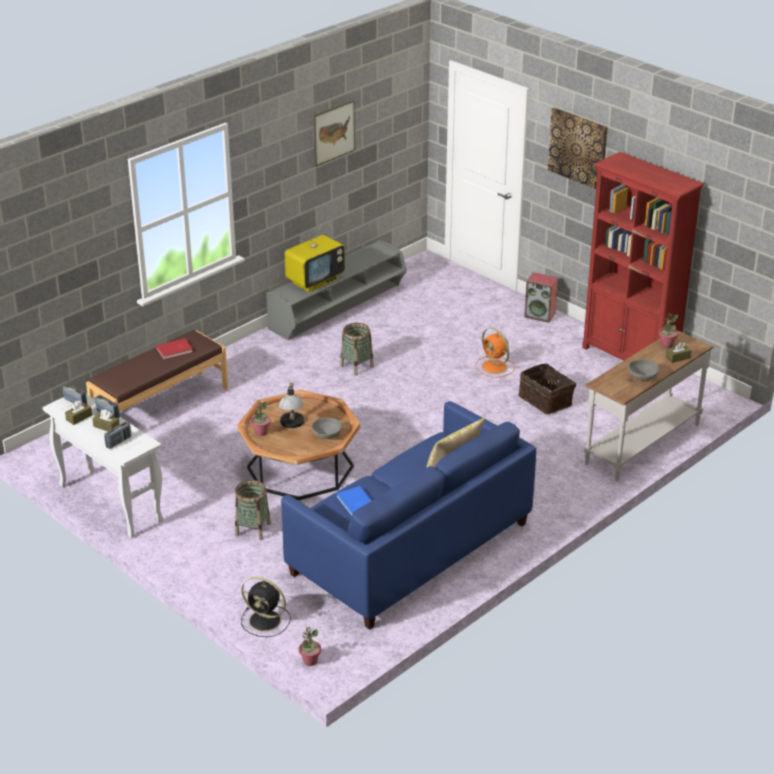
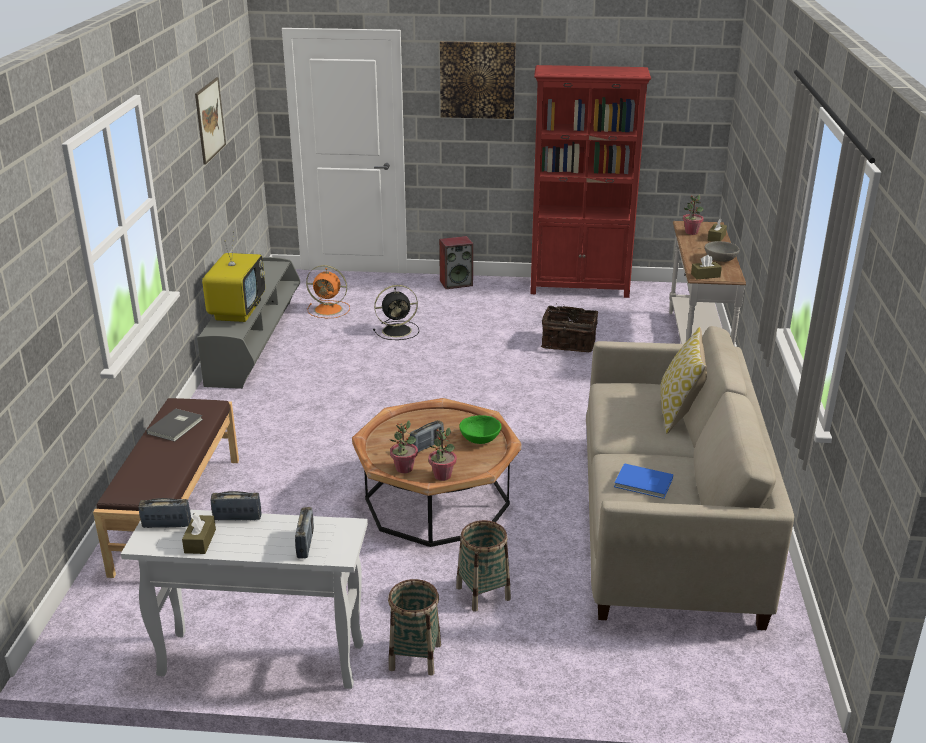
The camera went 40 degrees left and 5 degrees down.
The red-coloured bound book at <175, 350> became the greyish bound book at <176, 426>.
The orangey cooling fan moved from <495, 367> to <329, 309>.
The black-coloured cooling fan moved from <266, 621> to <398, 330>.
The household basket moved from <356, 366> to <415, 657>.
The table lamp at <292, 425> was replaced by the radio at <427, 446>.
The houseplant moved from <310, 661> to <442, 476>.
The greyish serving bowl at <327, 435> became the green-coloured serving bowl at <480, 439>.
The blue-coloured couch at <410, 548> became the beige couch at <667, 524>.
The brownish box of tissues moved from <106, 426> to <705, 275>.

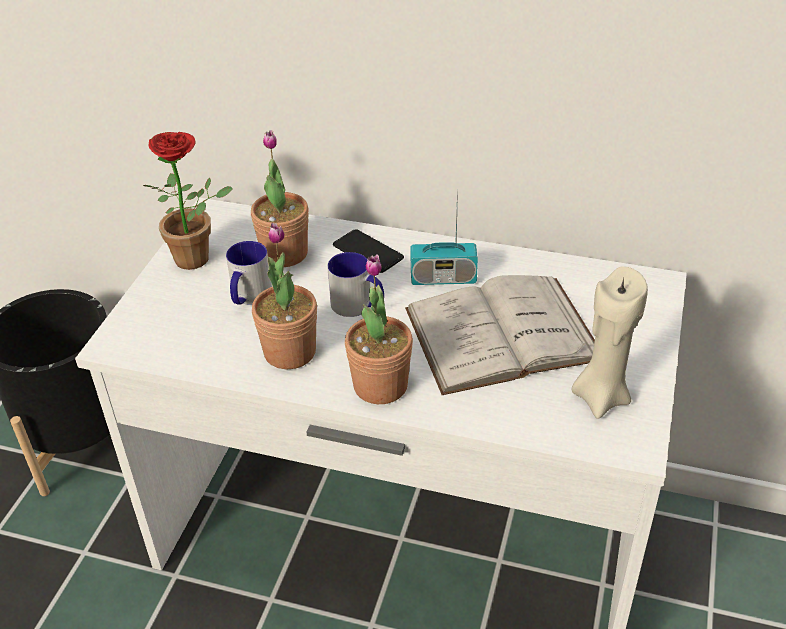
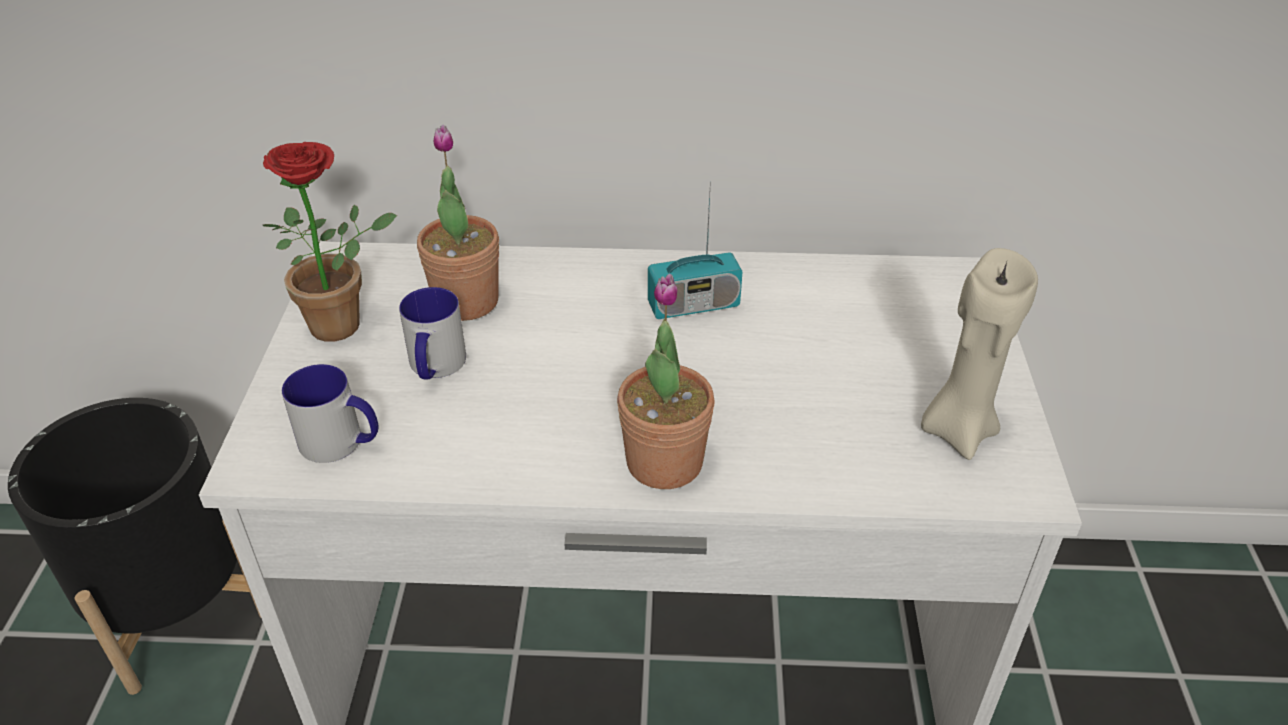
The camera went 15 degrees left and 0 degrees up.
The mug moved from <358, 306> to <341, 443>.
The houseplant at <290, 352> disappeared.
The telephone at <368, 252> disappeared.
The whitish bound book at <502, 334> disappeared.

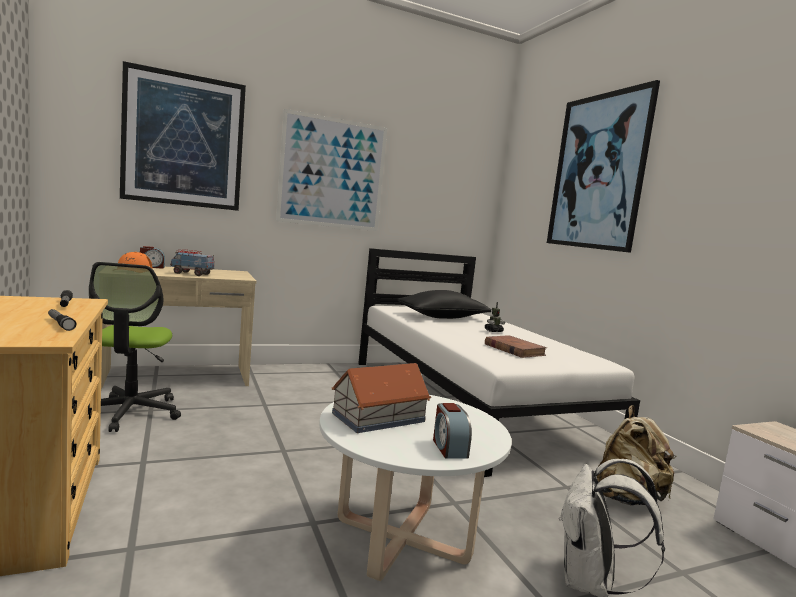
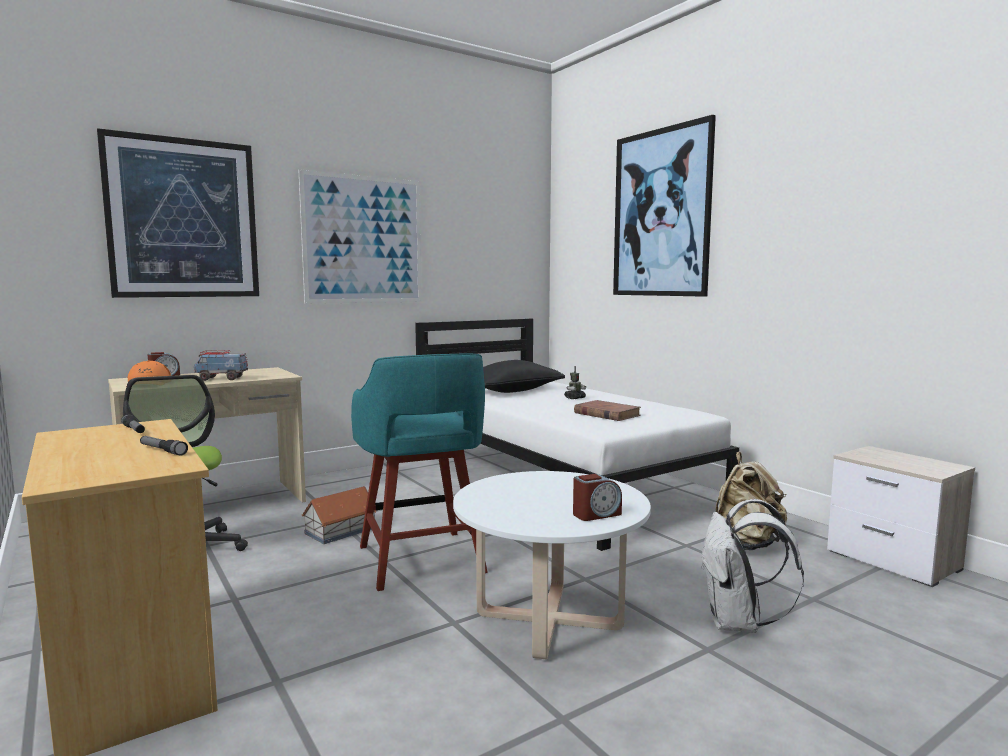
The camera went 10 degrees left and 0 degrees up.
The model house moved from <377, 417> to <339, 530>.
The turquoise sitting stool at <421, 561> appeared.
The bedside clock at <449, 448> turned 90 degrees counterclockwise.

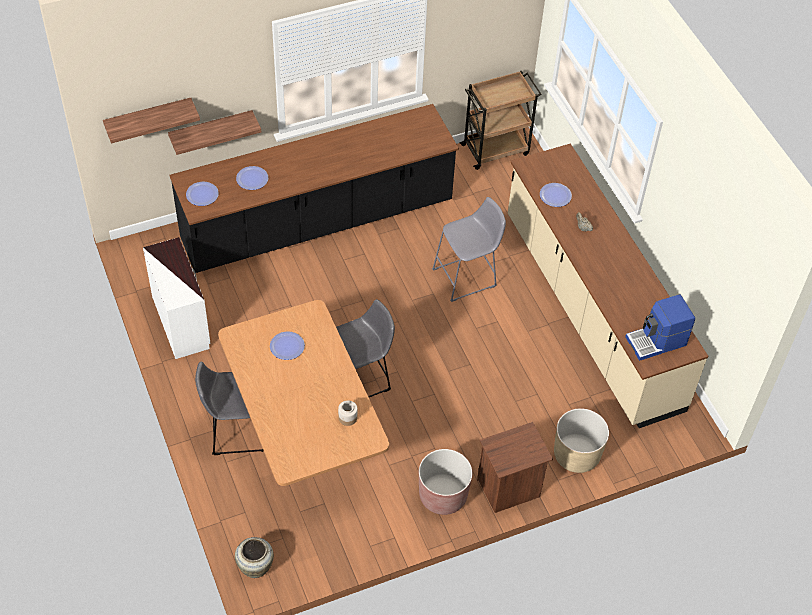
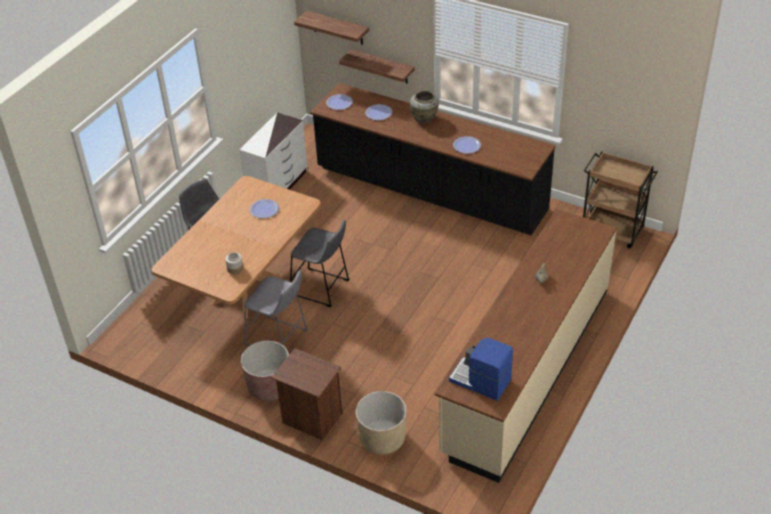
The camera went 55 degrees right and 10 degrees down.
The greyish sitting stool moved from <467, 277> to <279, 339>.
The beige vase moved from <256, 566> to <424, 119>.
The dinner plate moved from <555, 195> to <467, 145>.

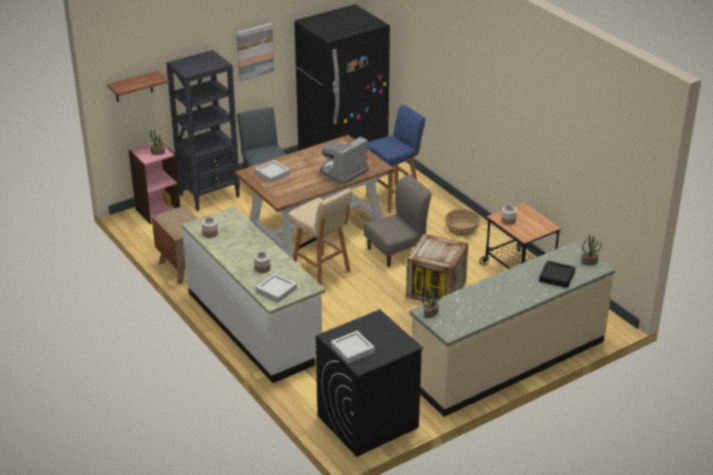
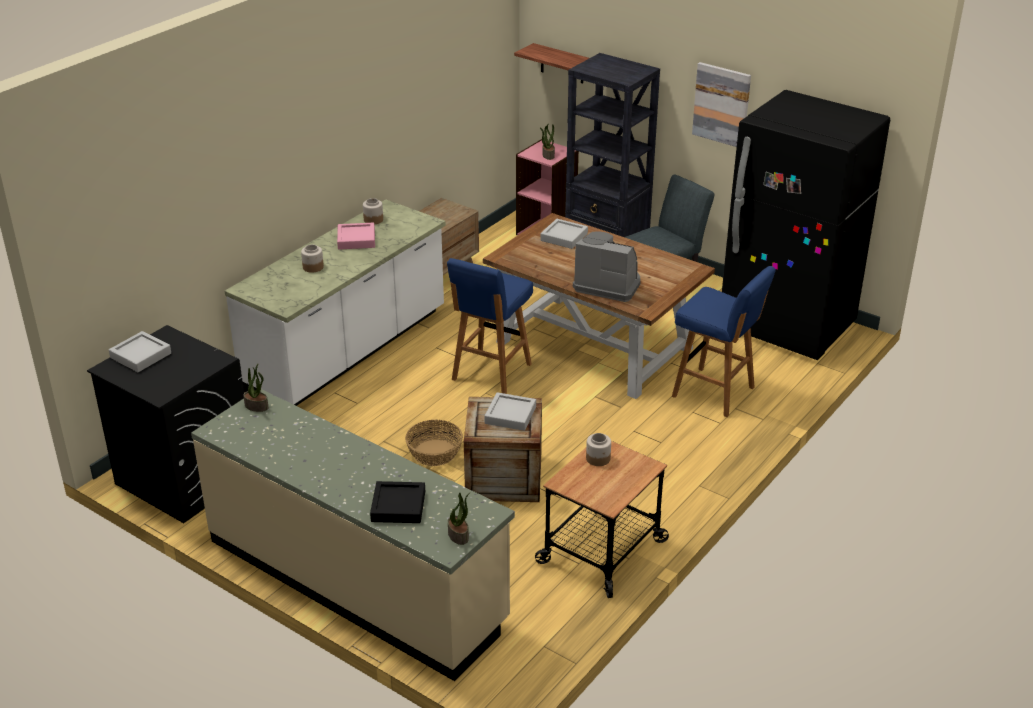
The camera went 70 degrees right and 0 degrees up.
The pink-coloured tray at <356, 239> appeared.
The household basket moved from <462, 229> to <434, 453>.
The beige sitting stool at <321, 271> became the blue-coloured sitting stool at <490, 373>.
The greyish tray moved from <276, 290> to <510, 415>.
The greyish upright chair at <396, 251> disappeared.

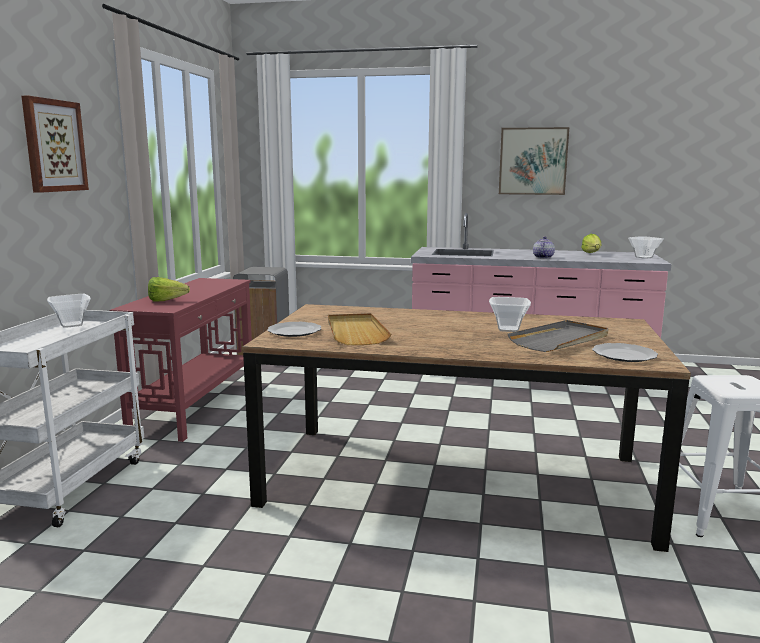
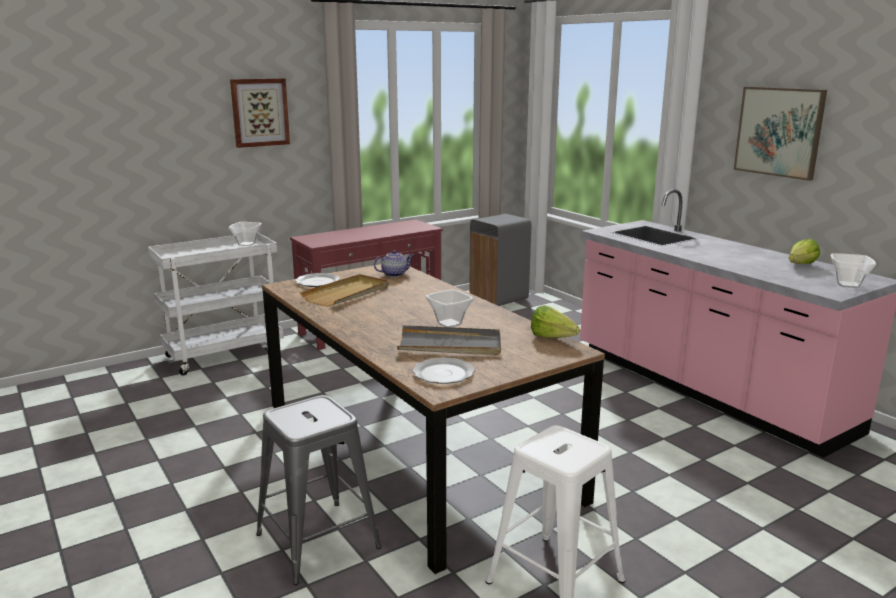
The camera went 45 degrees right and 5 degrees up.
The greyish sitting stool at <318, 541> appeared.
The teapot moved from <542, 257> to <394, 274>.
The lettuce head moved from <170, 301> to <555, 339>.

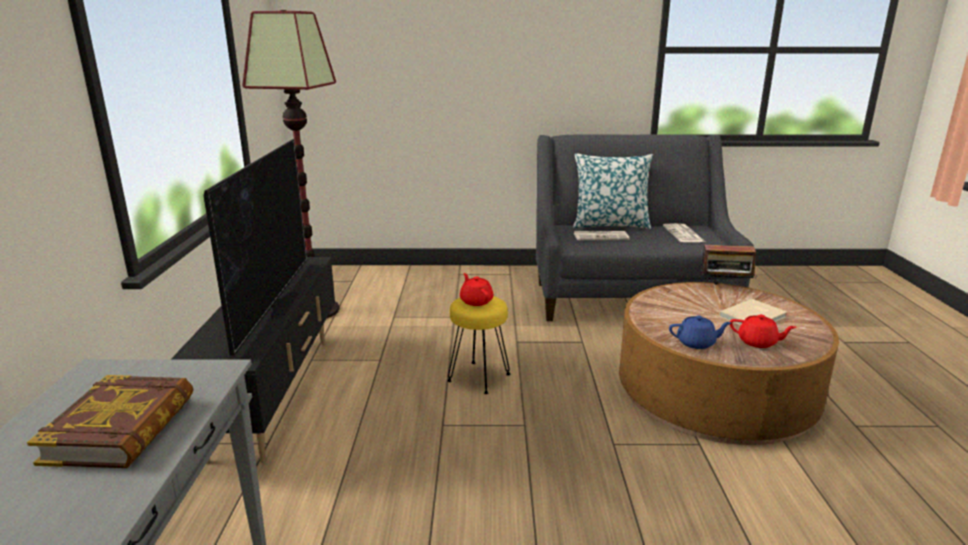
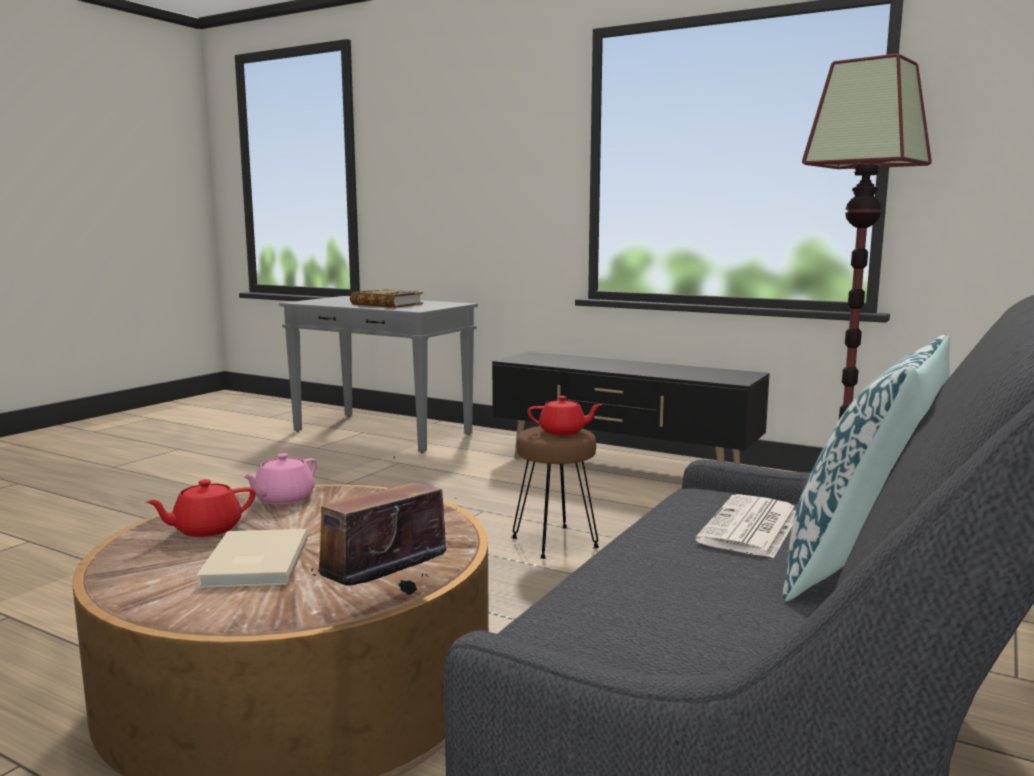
The camera went 120 degrees right and 10 degrees down.
The blue-coloured teapot at <696, 343> became the pink-coloured teapot at <283, 499>.
The yellow sitting stool at <478, 377> became the brownish sitting stool at <555, 542>.
The TV at <274, 304> disappeared.
The printed paper at <684, 234> disappeared.

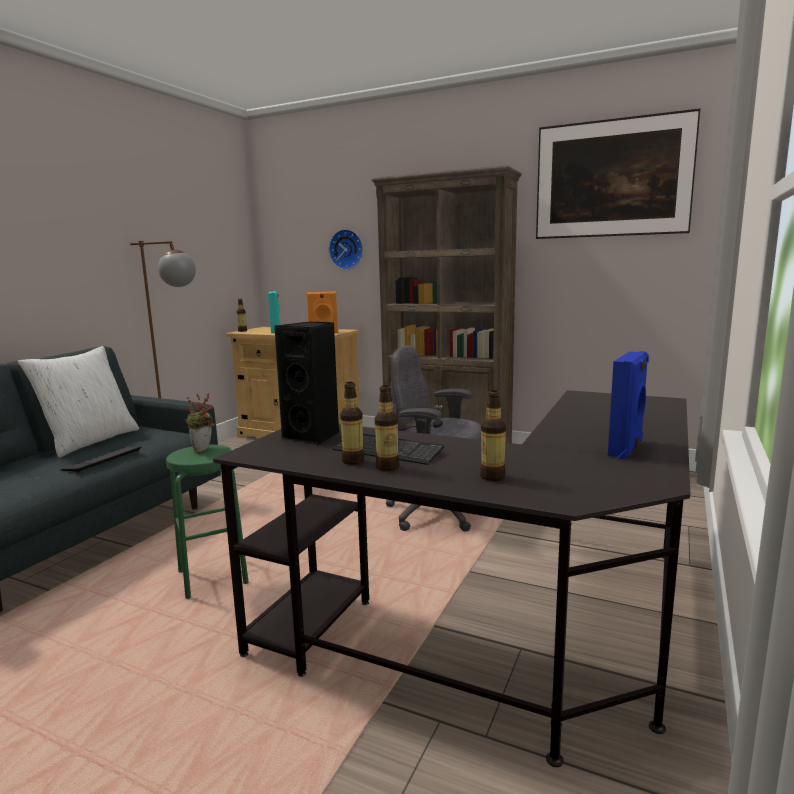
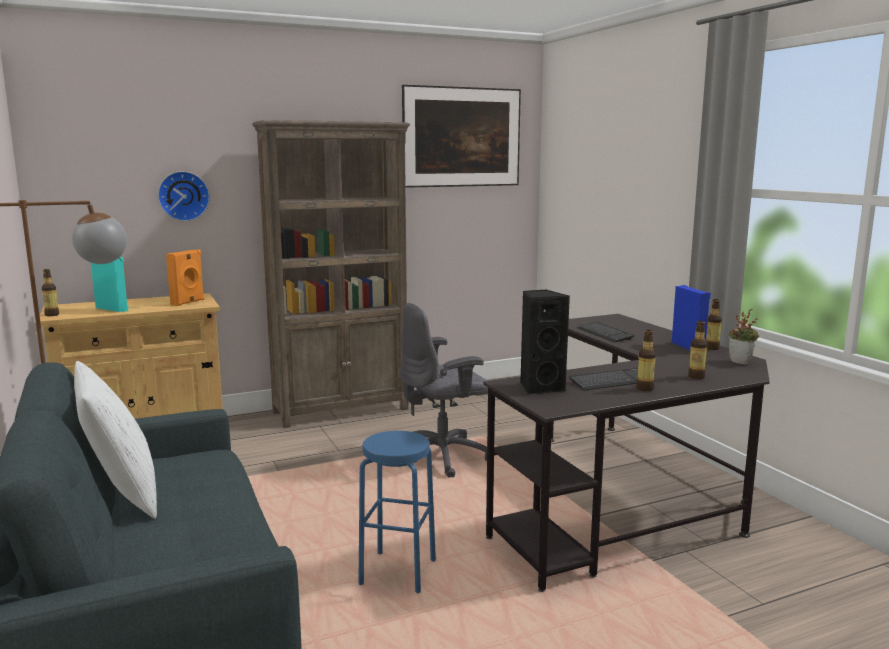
The camera went 50 degrees left and 0 degrees up.
The green-coloured sitting stool at <213, 578> became the blue-coloured sitting stool at <397, 573>.
The PC keyboard moved from <103, 460> to <604, 333>.
The drink bottle moved from <353, 461> to <712, 348>.
The houseplant moved from <203, 450> to <742, 362>.

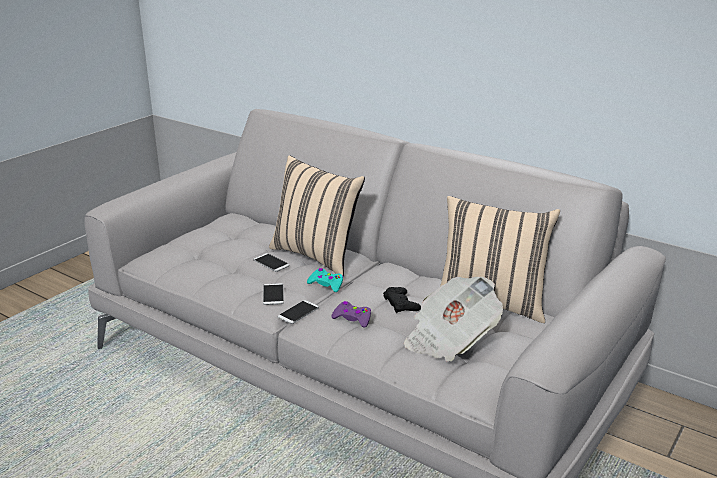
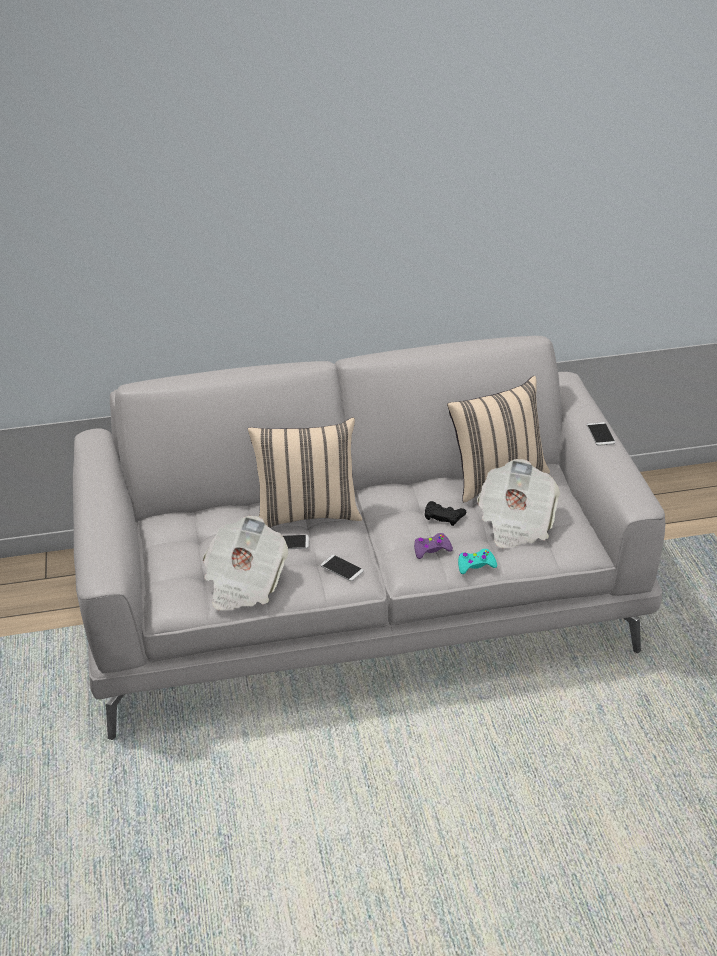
The camera went 45 degrees left and 10 degrees up.
The printed paper at <244, 583> appeared.
The turquoise gamepad moved from <326, 284> to <475, 565>.
The telephone moved from <298, 312> to <600, 434>.

